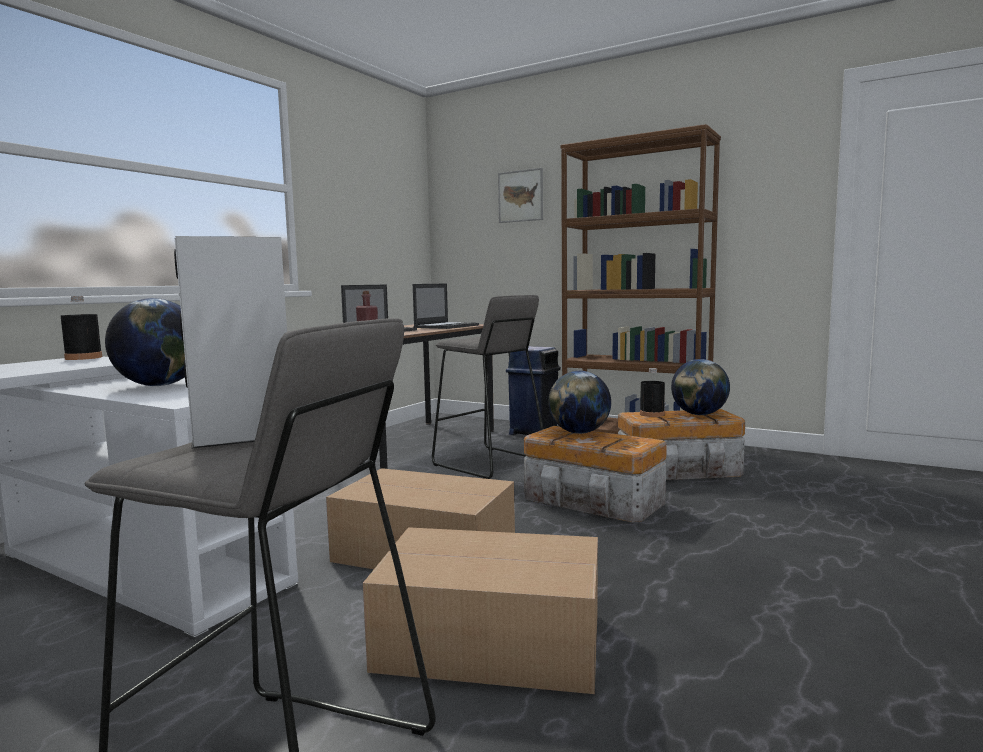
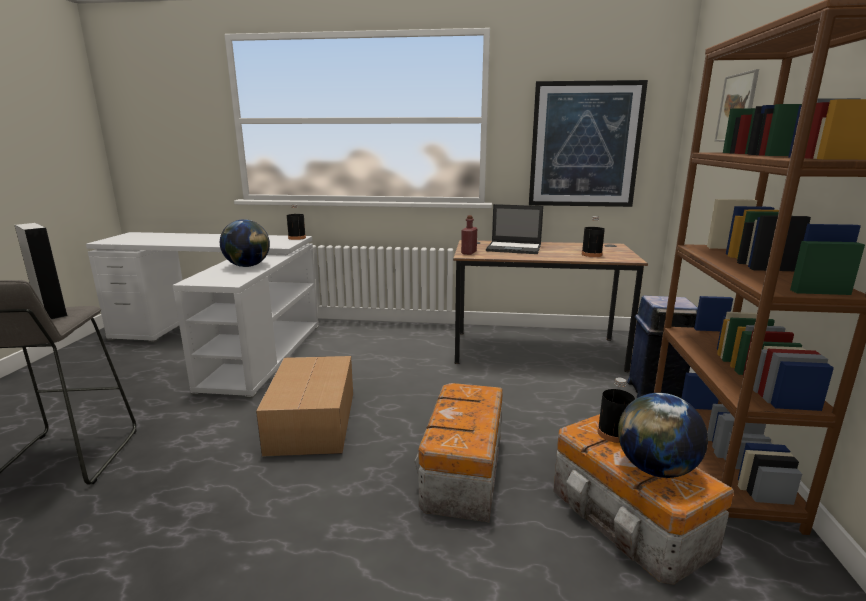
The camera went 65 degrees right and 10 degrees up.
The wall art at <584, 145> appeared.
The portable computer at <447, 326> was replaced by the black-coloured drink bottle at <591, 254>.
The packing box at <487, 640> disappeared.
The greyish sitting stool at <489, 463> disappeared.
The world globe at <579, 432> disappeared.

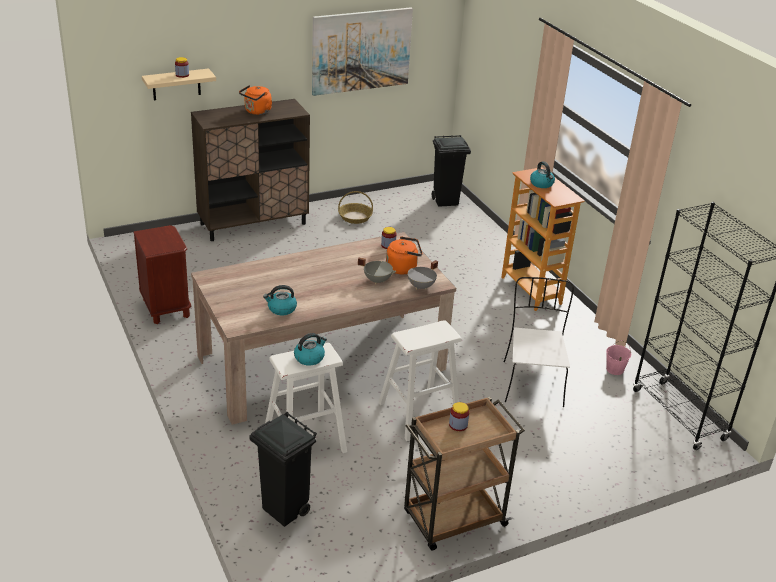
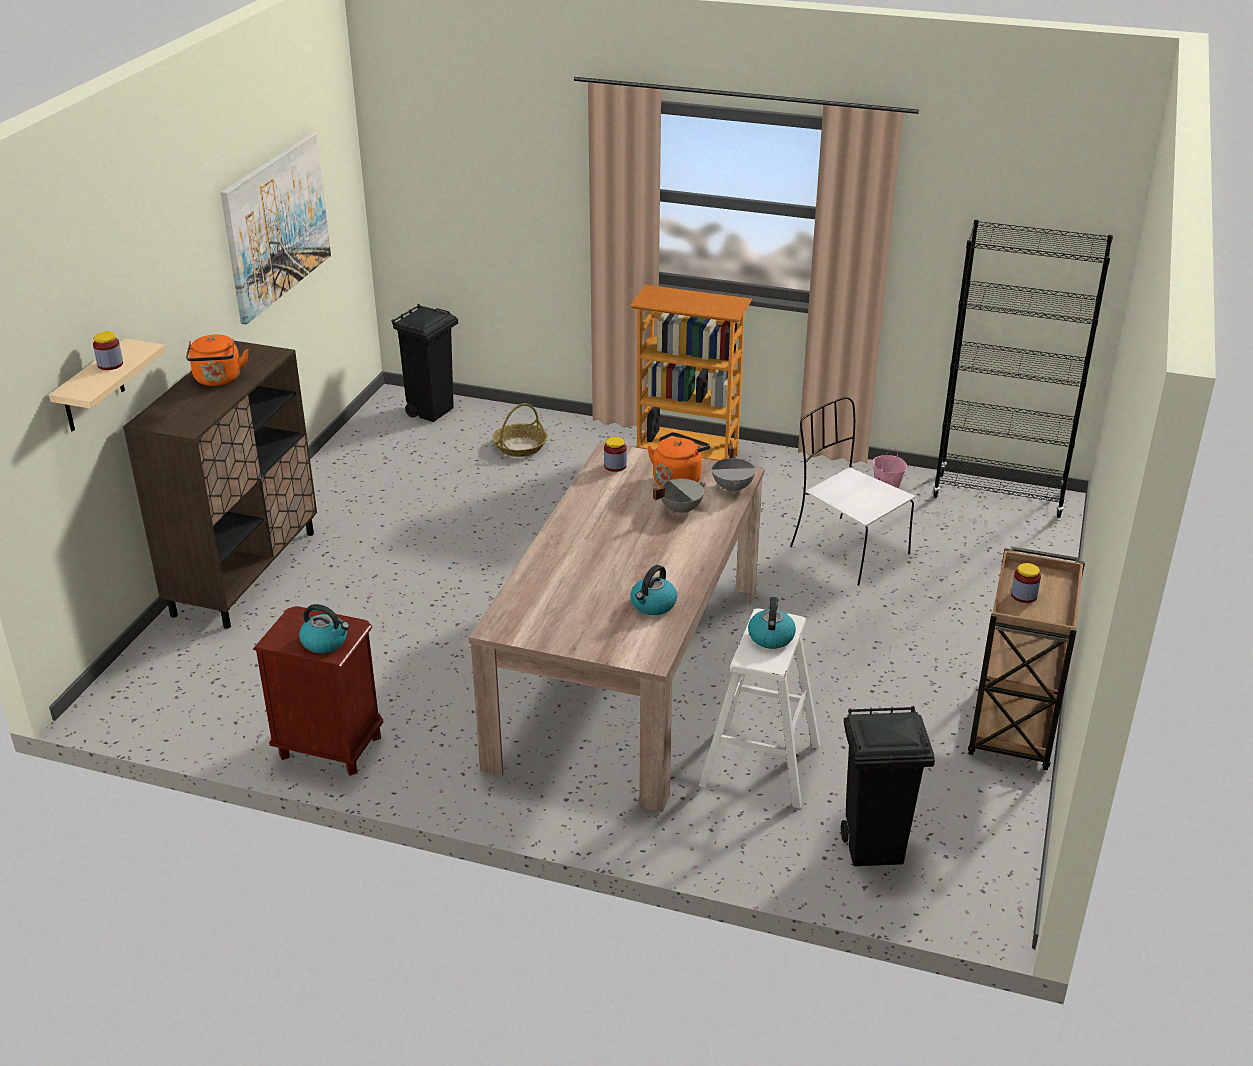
The camera went 45 degrees left and 0 degrees up.
The kettle moved from <542, 184> to <325, 642>.
The household basket moved from <355, 217> to <520, 447>.
The whitish sitting stool at <419, 414> disappeared.

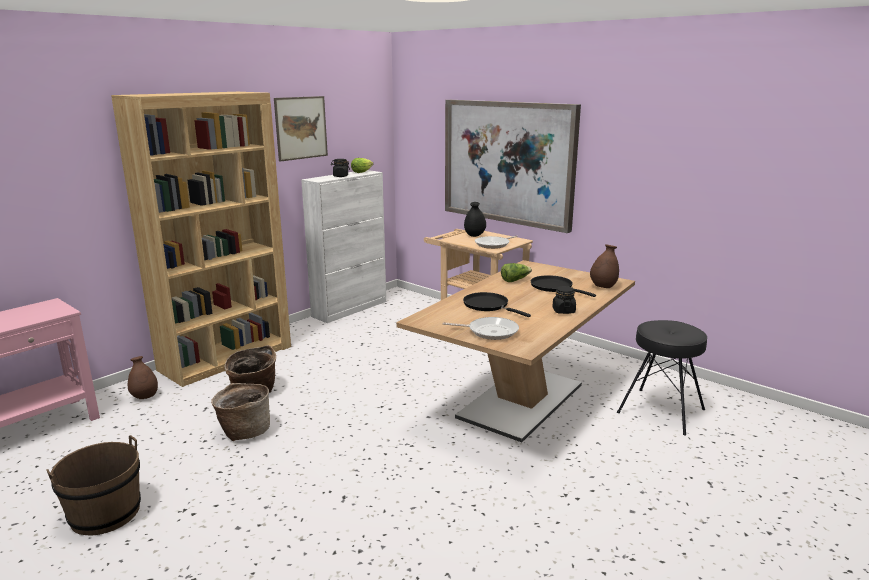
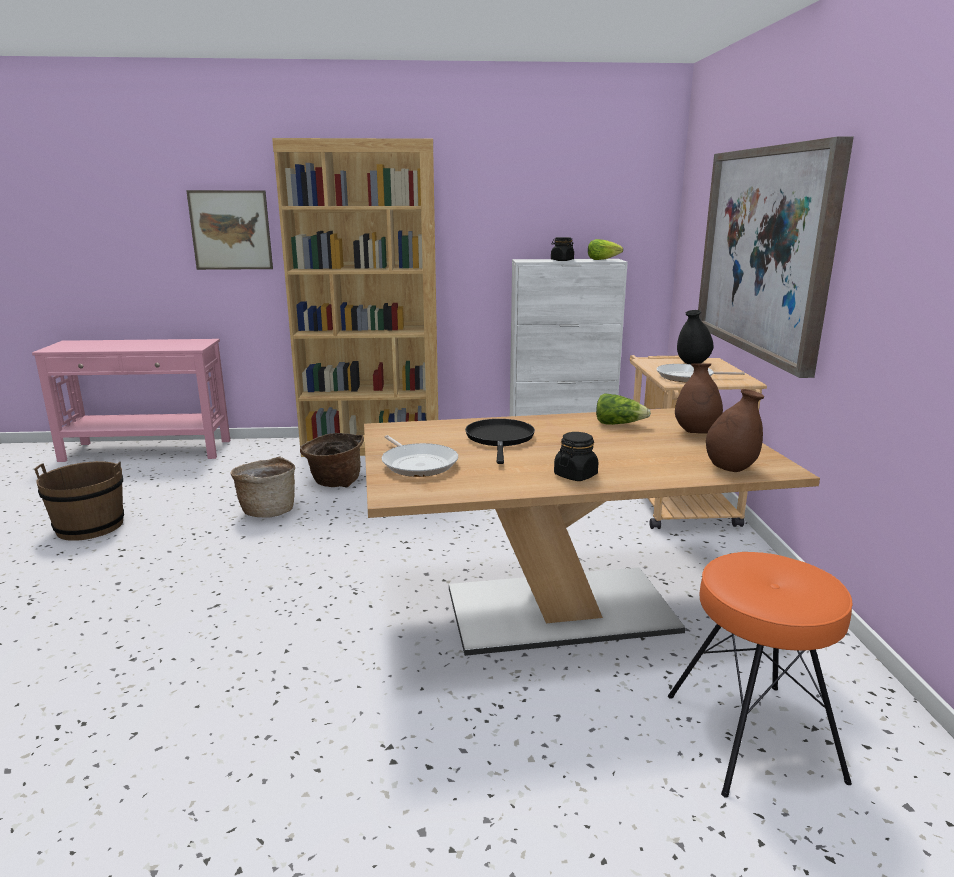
The camera went 45 degrees right and 0 degrees up.
The wall art moved from <301, 128> to <231, 230>.
The black-coloured sitting stool at <661, 411> became the orangey sitting stool at <750, 737>.
The brownish vase moved from <145, 397> to <696, 433>.
The black-coloured skillet at <554, 287> disappeared.

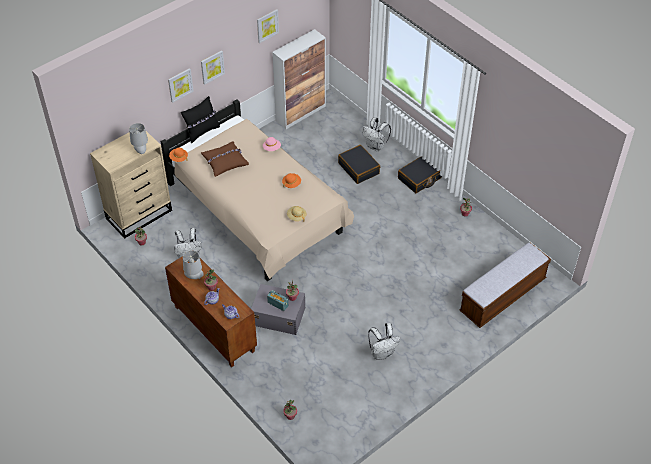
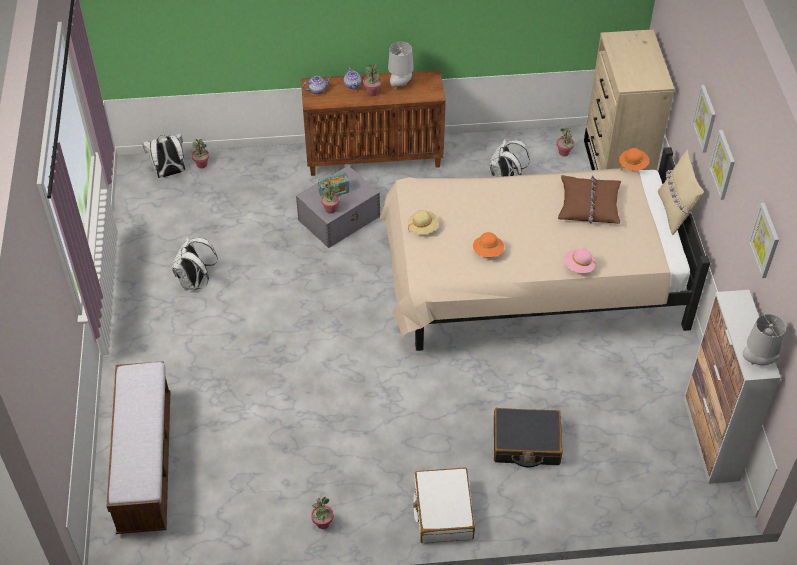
The camera went 125 degrees right and 0 degrees up.
The whitish knapsack moved from <376, 146> to <169, 173>.
The black-coloured suitcase at <419, 178> became the whitish suitcase at <443, 511>.
The black-coloured throw pillow at <202, 132> became the beige throw pillow at <674, 212>.
The greyish table lamp moved from <141, 151> to <757, 362>.

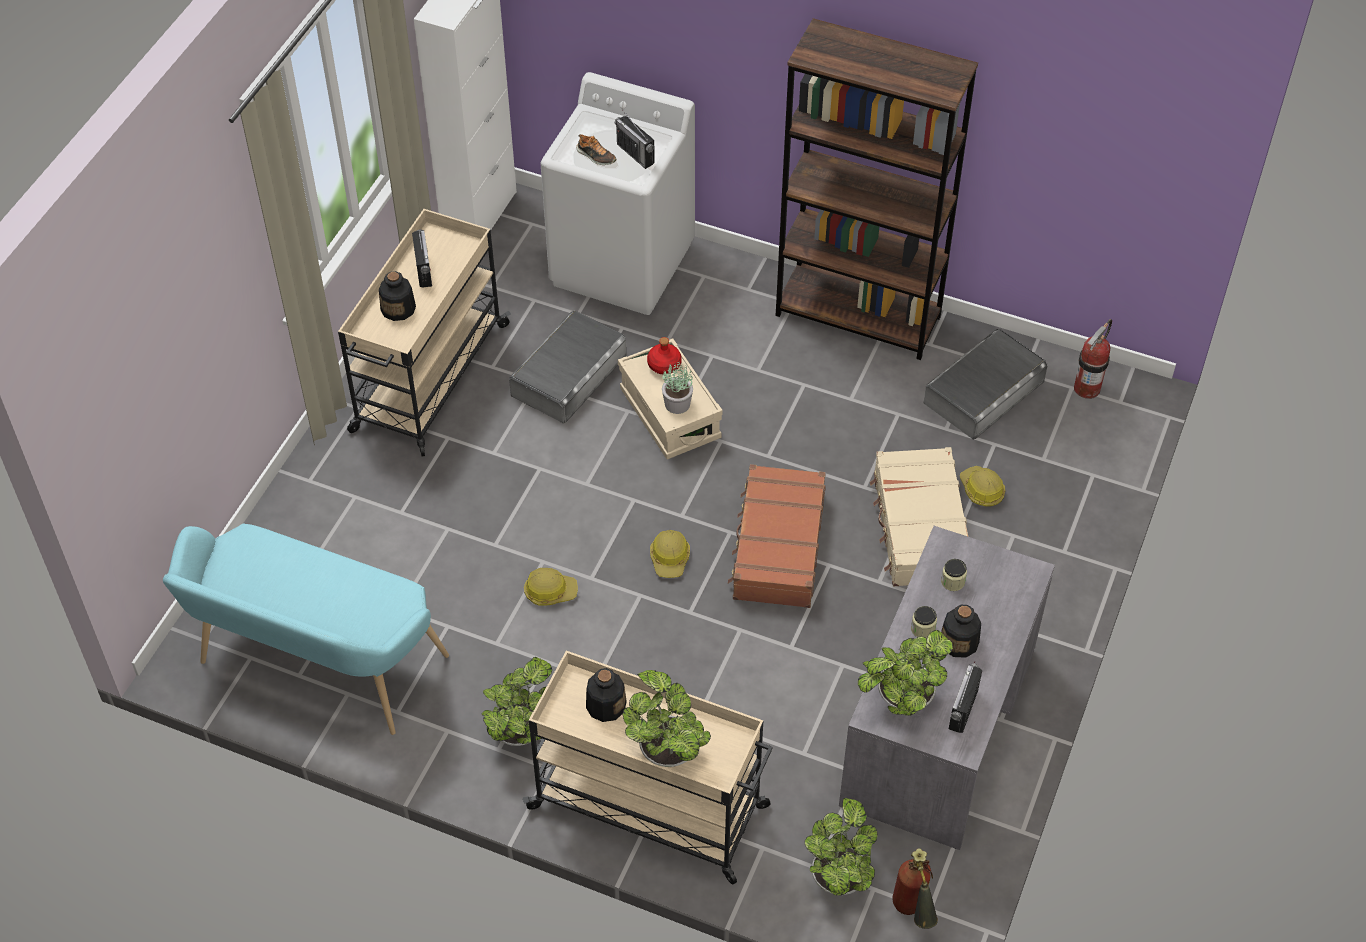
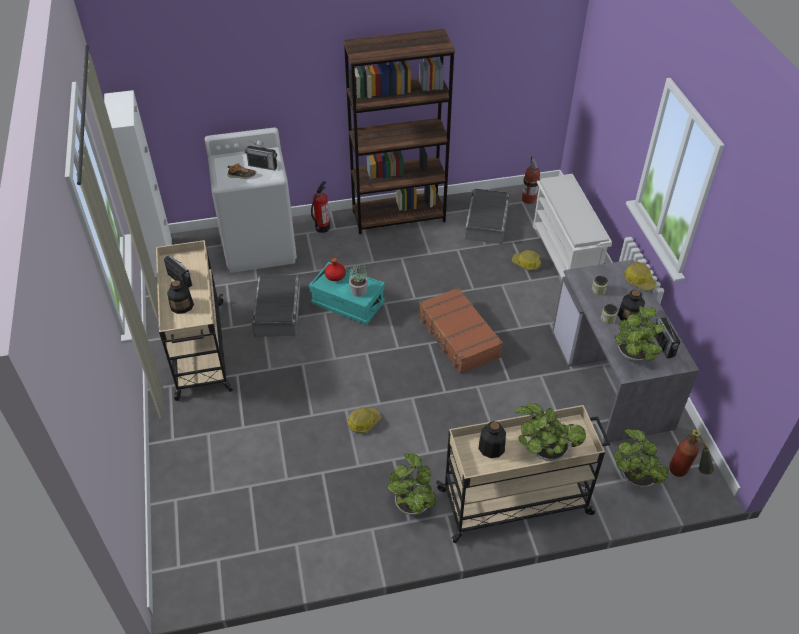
The camera went 35 degrees left and 5 degrees down.
The beige storage container at <670, 414> became the turquoise storage container at <348, 303>.
The fire-fighting cylinder at <322, 228> appeared.
The whitish shoe shelf at <565, 256> appeared.
The work helmet moved from <670, 558> to <639, 280>.
The turquoise bench at <315, 666> disappeared.
The beige suitcase at <919, 527> disappeared.

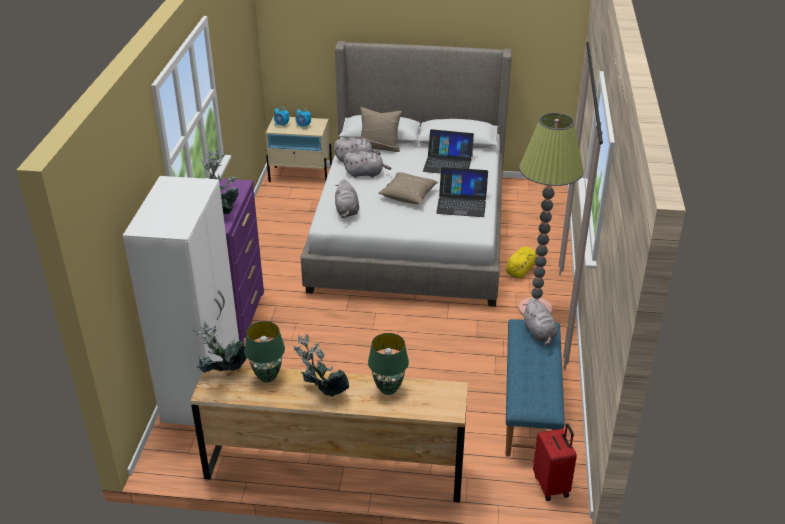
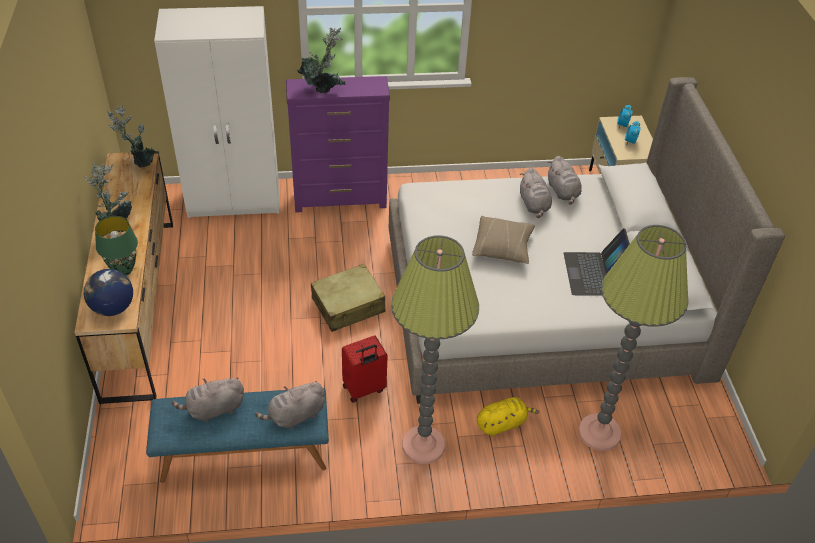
The camera went 75 degrees right and 10 degrees up.
The world globe at <112, 308> appeared.
The greyish plush toy moved from <347, 211> to <213, 409>.
The beige suitcase at <348, 305> appeared.
The red-coloured suitcase moved from <552, 485> to <364, 389>.
The yellow plush toy at <520, 270> turned 45 degrees counterclockwise.
The standing lamp at <599, 433> appeared.
The green-coloured table lamp at <267, 376> disappeared.
The beige throw pillow at <379, 147> disappeared.
The portable computer at <461, 203> disappeared.

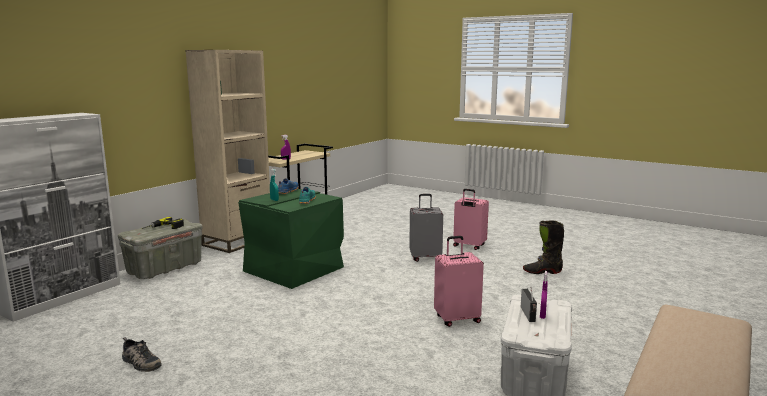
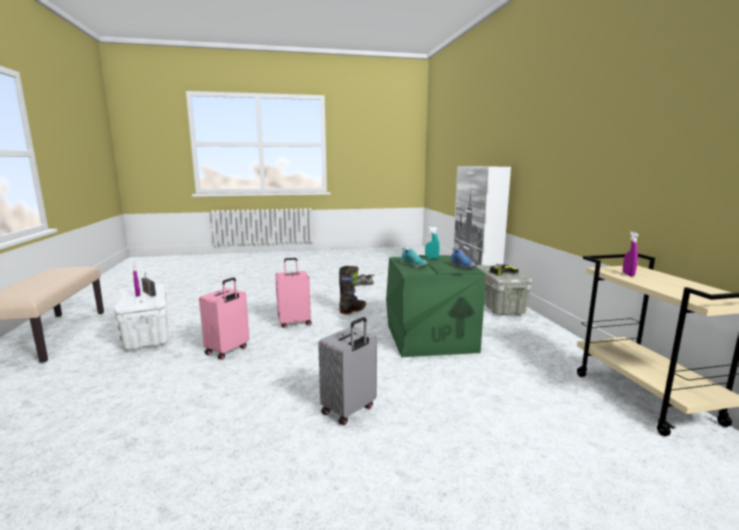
The camera went 135 degrees right and 0 degrees up.
The pink-coloured suitcase moved from <469, 246> to <294, 322>.
The black-coloured tall boot moved from <542, 272> to <353, 310>.
The beige bookcase at <238, 241> disappeared.

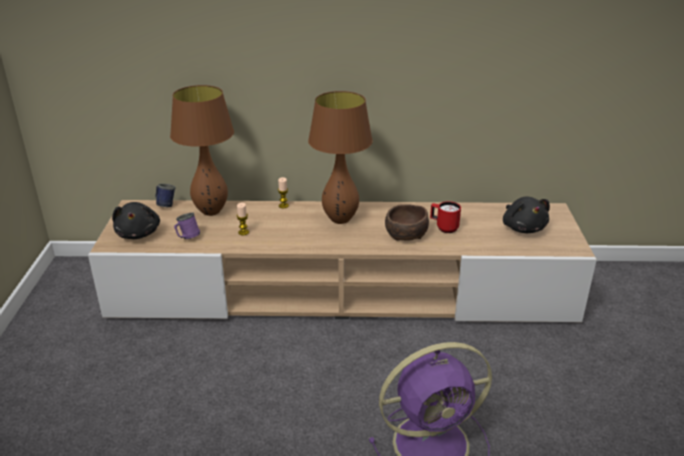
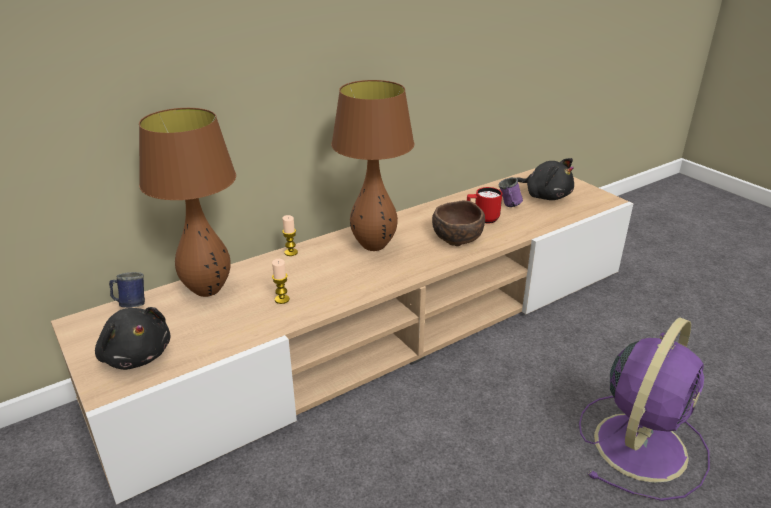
The camera went 35 degrees left and 0 degrees up.
The purplish mug moved from <187, 238> to <509, 206>.

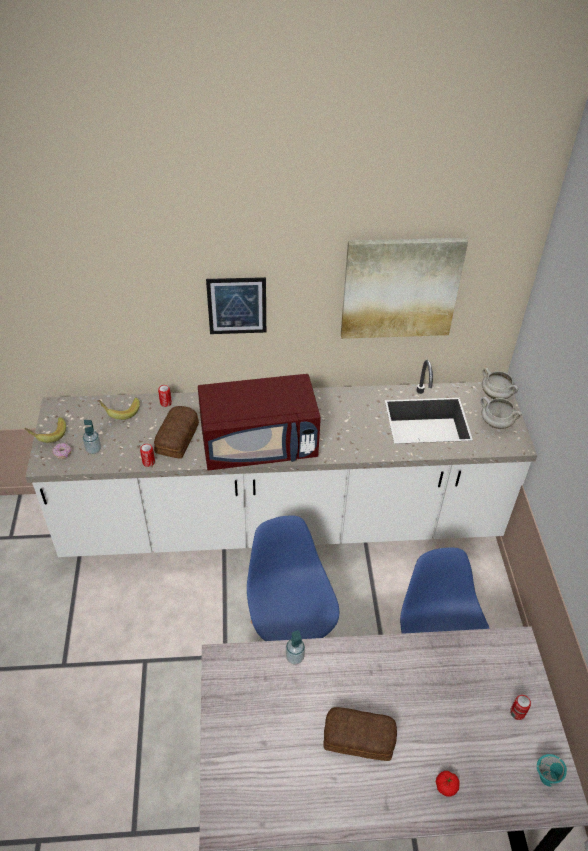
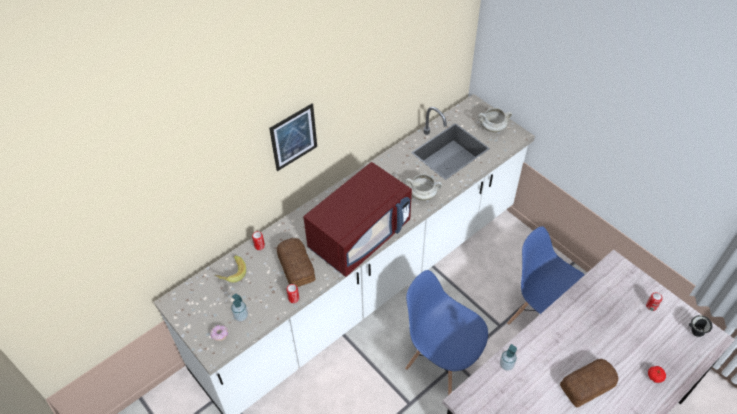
The camera went 35 degrees left and 5 degrees up.
The whitish saucepot moved from <496, 395> to <423, 195>.
The turquoise mug at <545, 778> became the black-coloured mug at <695, 333>.
The whole banana at <48, 435> disappeared.
The wall art at <400, 288> disappeared.

